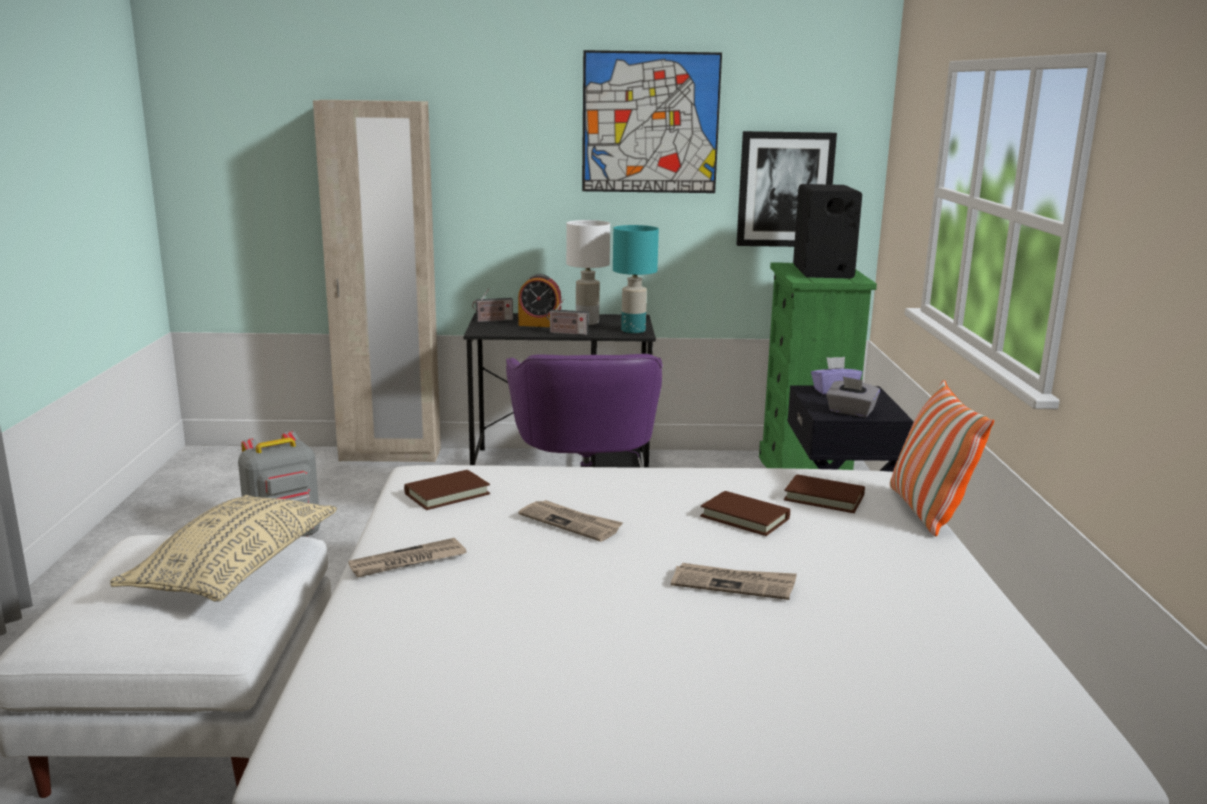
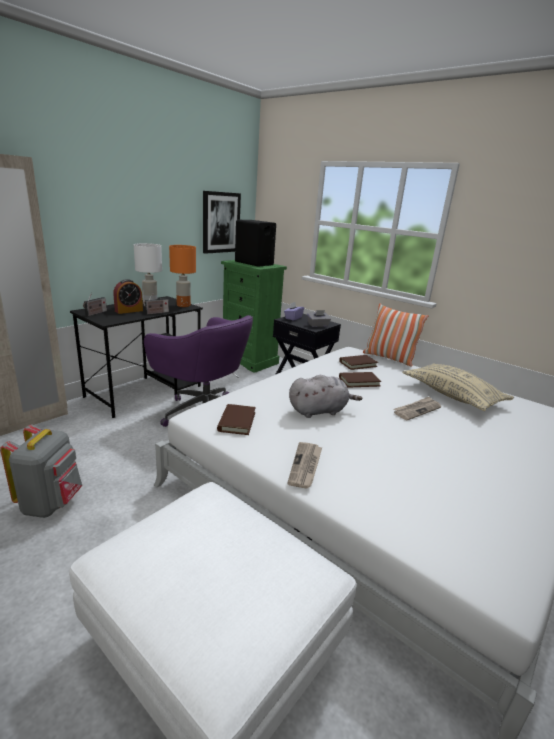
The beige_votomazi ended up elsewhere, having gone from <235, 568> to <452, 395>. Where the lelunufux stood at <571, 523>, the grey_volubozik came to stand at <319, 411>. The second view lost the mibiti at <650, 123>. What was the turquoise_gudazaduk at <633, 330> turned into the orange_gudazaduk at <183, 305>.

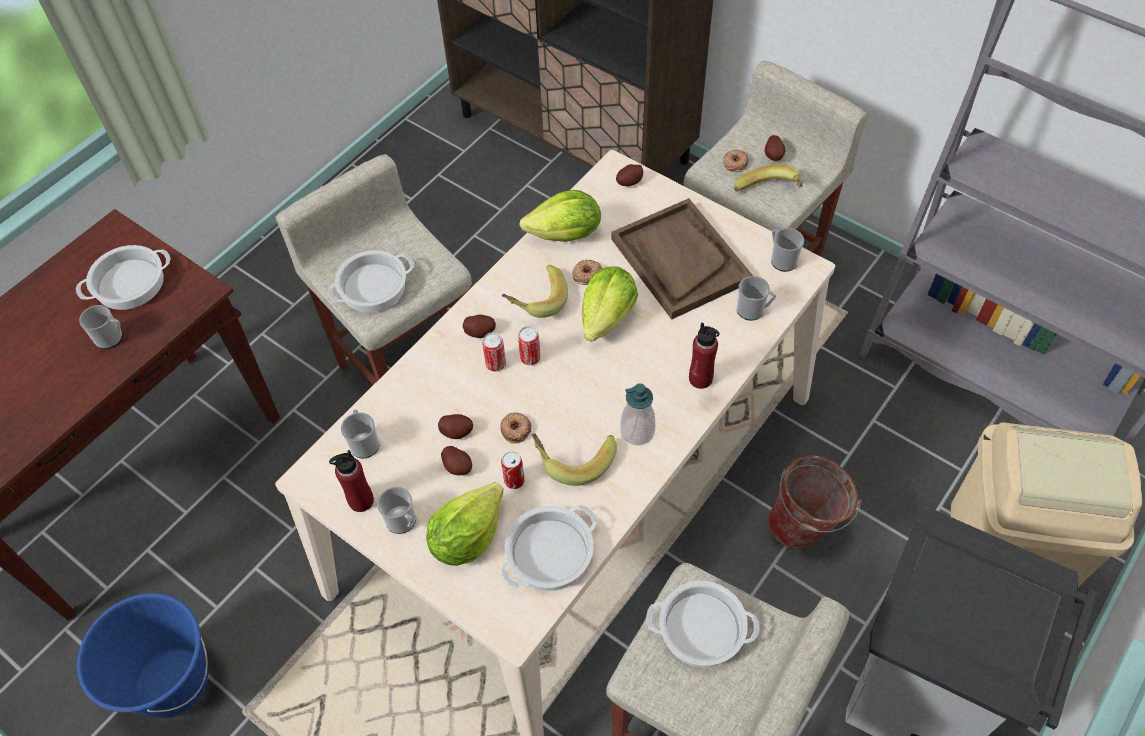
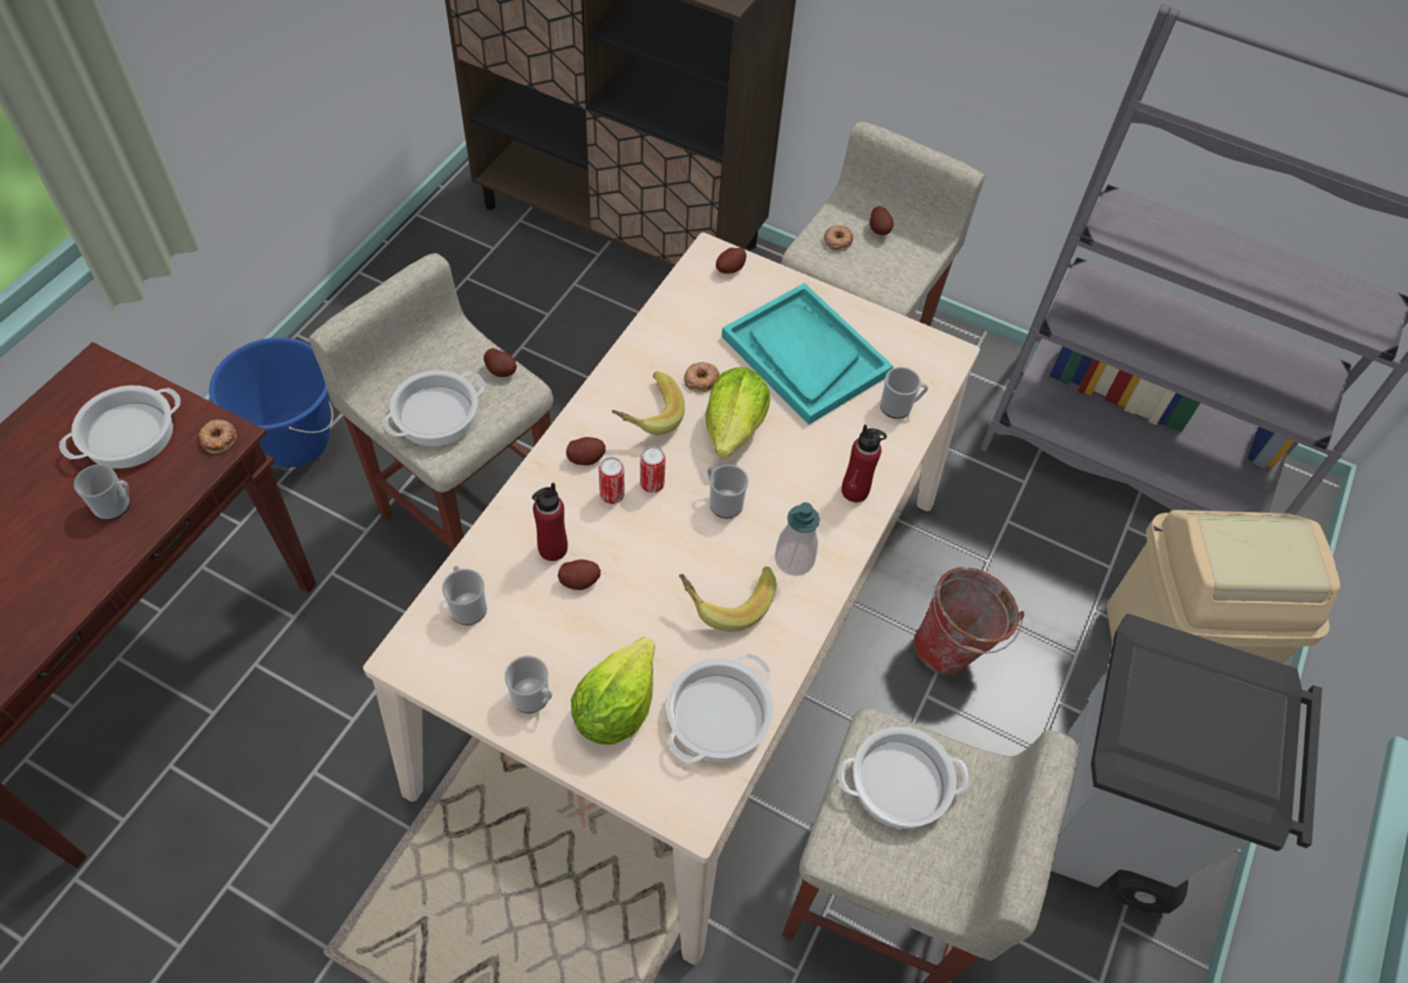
The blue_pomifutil ended up elsewhere, having gone from <172, 682> to <293, 440>. The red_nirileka ended up elsewhere, having gone from <361, 500> to <552, 548>. The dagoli ended up elsewhere, having gone from <458, 466> to <501, 370>. The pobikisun ended up elsewhere, having gone from <516, 429> to <219, 438>. The second view lost the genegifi at <514, 480>. The second view lost the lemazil at <566, 235>. What was the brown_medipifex at <679, 260> turned into the turquoise_medipifex at <804, 355>. The second view lost the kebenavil at <769, 194>. The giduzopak ended up elsewhere, having gone from <781, 259> to <723, 502>.

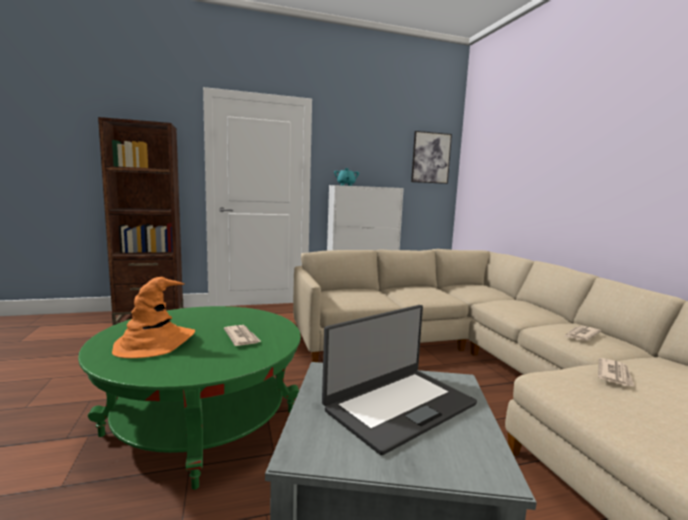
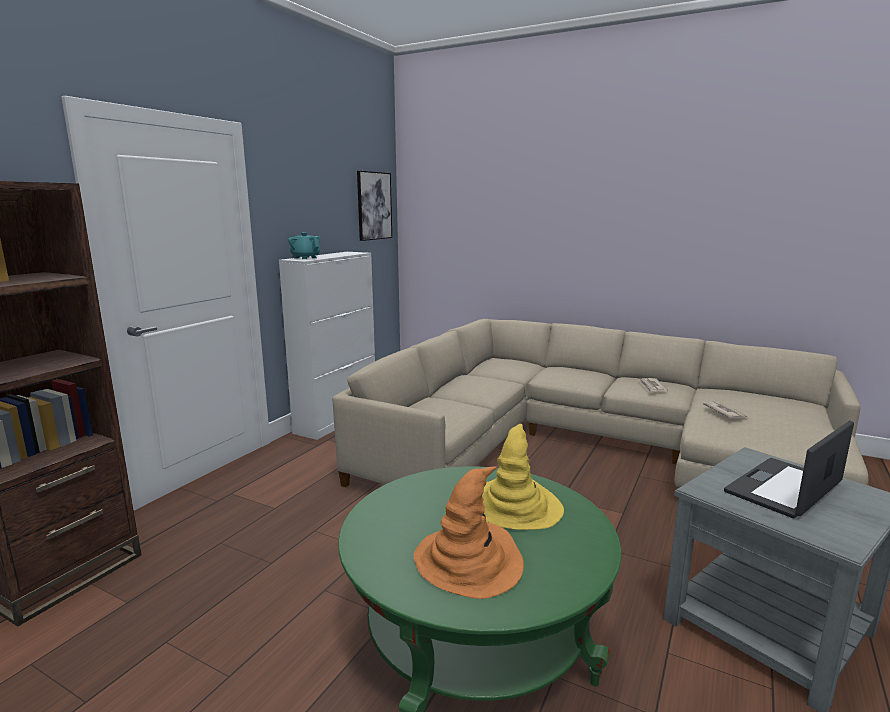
Where the lelunufux stood at <242, 337>, the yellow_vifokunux came to stand at <515, 506>. The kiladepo at <399, 406> ended up facing another way, 135 degrees counterclockwise from before.

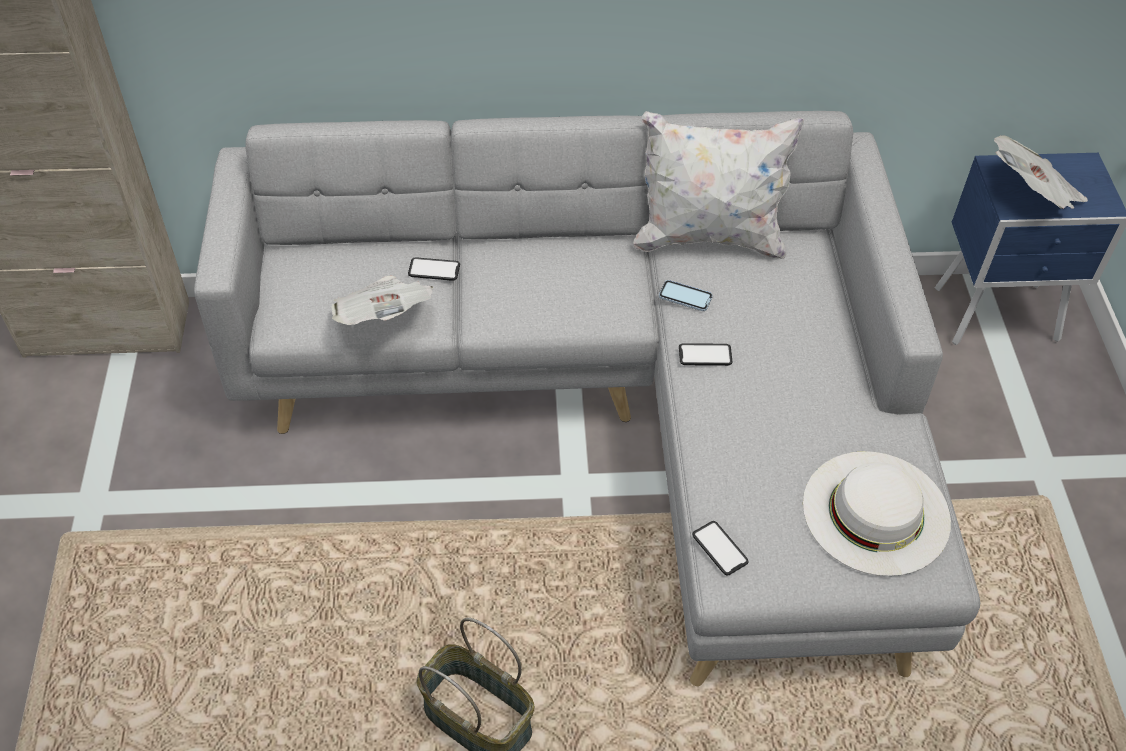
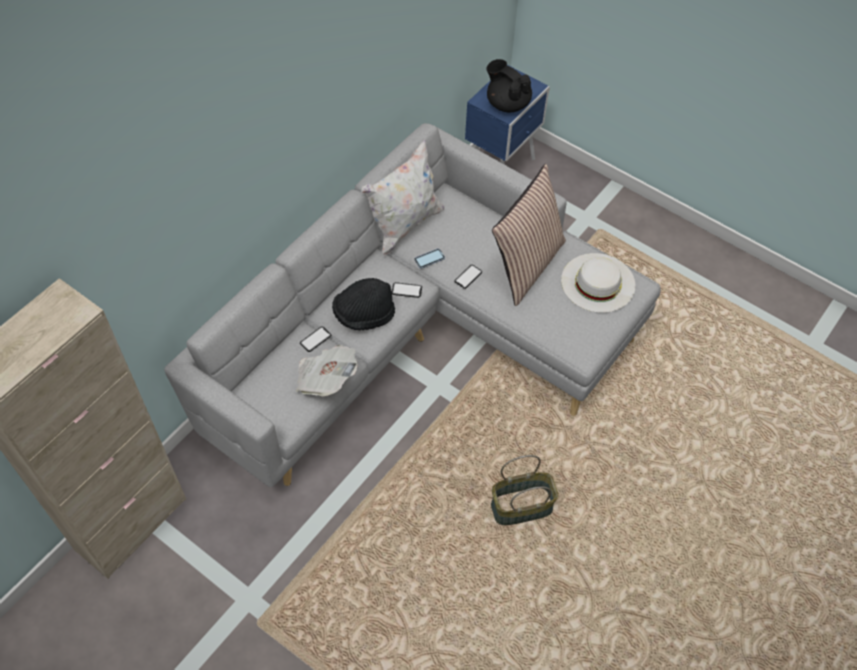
The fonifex ended up elsewhere, having gone from <720, 548> to <406, 290>. Where the lelunufux stood at <1032, 195>, the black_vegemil came to stand at <507, 103>. The second view gained the black_vifokunux at <364, 315>. The second view gained the votomazi at <526, 264>.

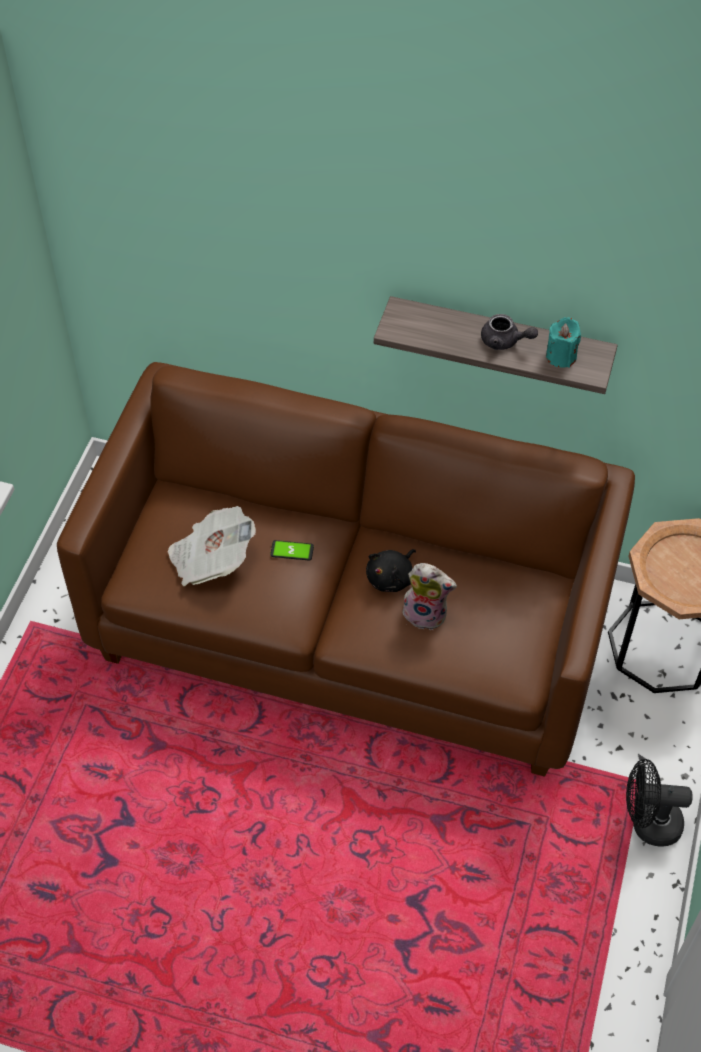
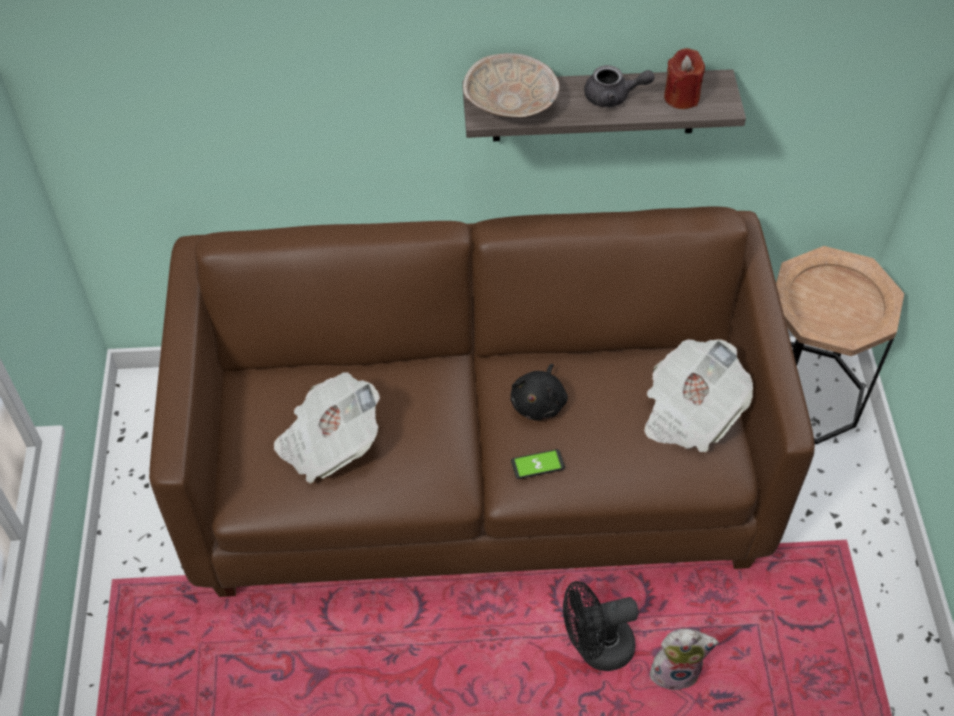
The fonifex ended up elsewhere, having gone from <292, 551> to <537, 464>. The volubozik ended up elsewhere, having gone from <426, 613> to <675, 671>. What was the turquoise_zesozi at <561, 356> turned into the red_zesozi at <681, 97>. The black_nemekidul ended up elsewhere, having gone from <648, 823> to <596, 648>. The second view gained the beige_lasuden at <511, 104>. The second view gained the lelunufux at <690, 412>.

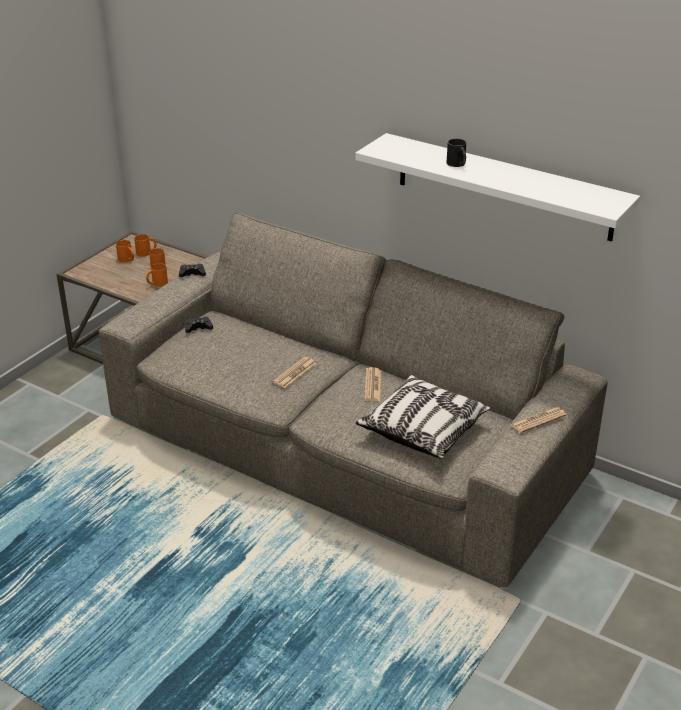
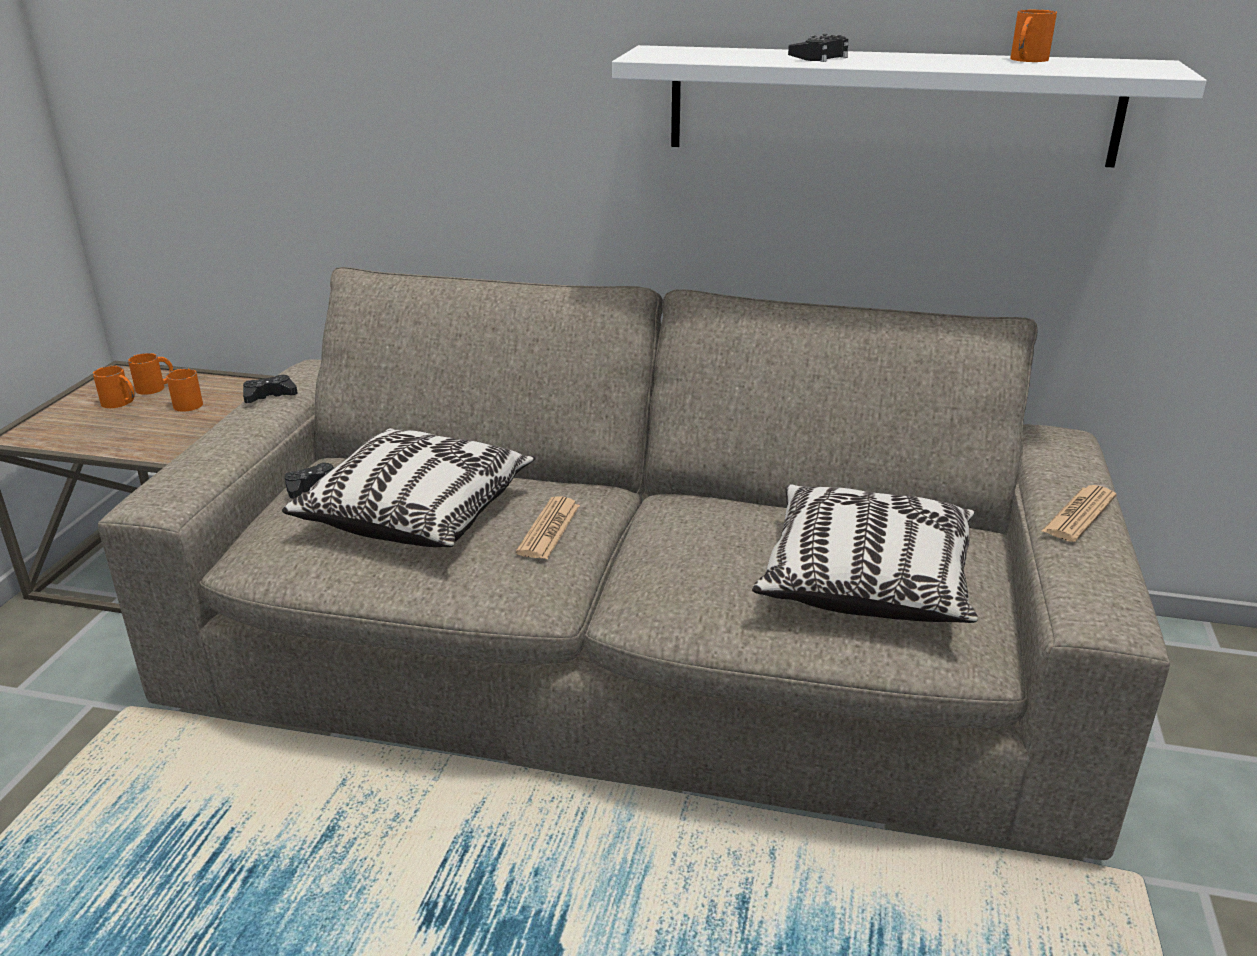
The orange_giduzopak ended up elsewhere, having gone from <157, 283> to <1026, 60>. The second view lost the lelunufux at <373, 385>. Where the black_giduzopak stood at <457, 164>, the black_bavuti came to stand at <819, 57>. The second view gained the votomazi at <418, 513>.

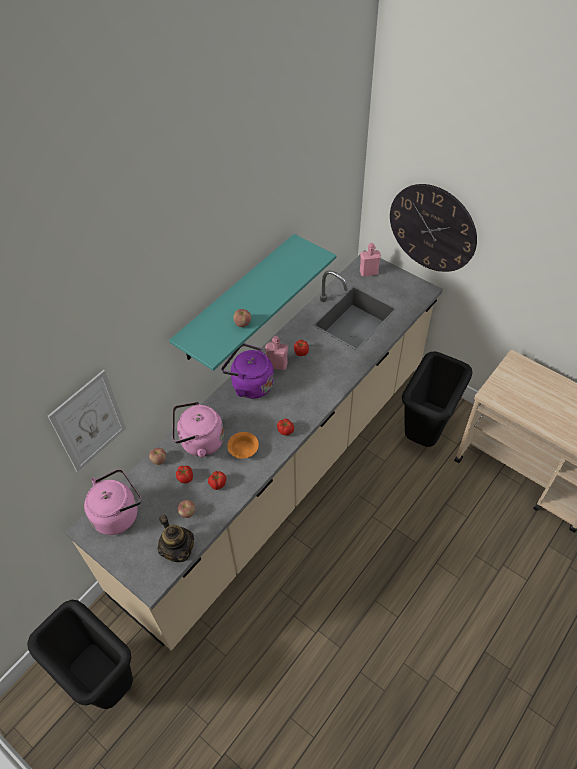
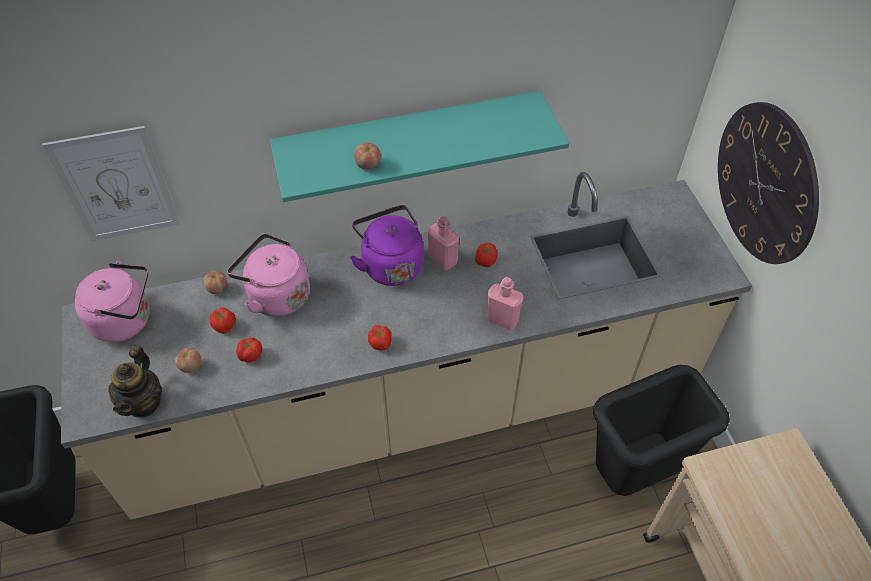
The second view lost the orange_lasuden at <243, 450>. The pink_nirileka ended up elsewhere, having gone from <368, 272> to <502, 319>.

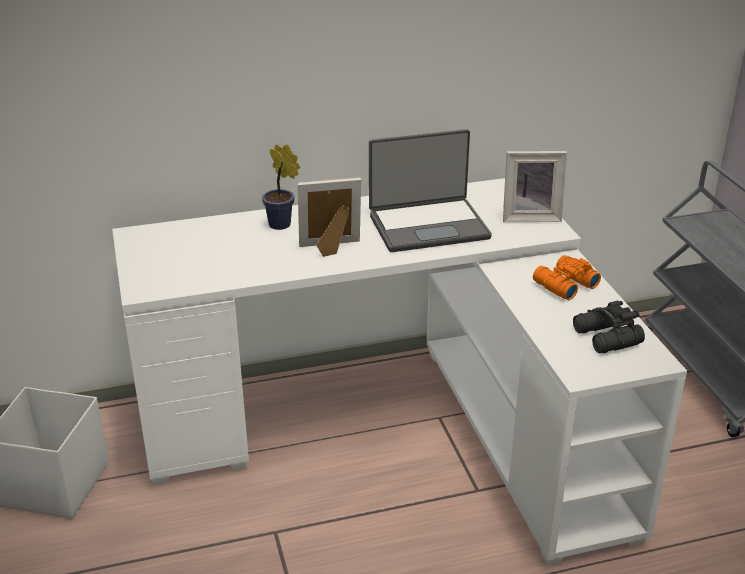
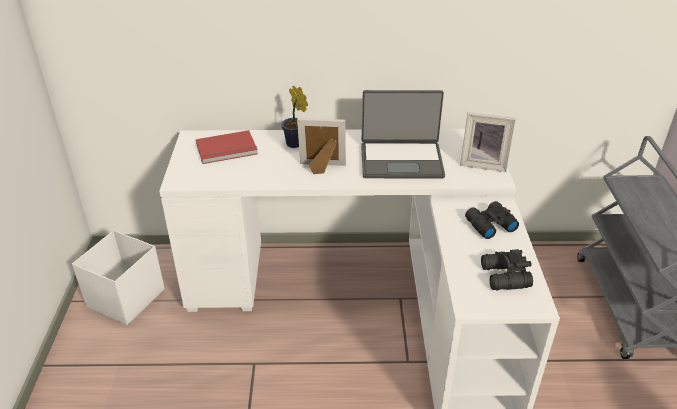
What was the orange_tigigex at <563, 285> turned into the black_tigigex at <489, 225>. The second view gained the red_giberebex at <227, 150>.

